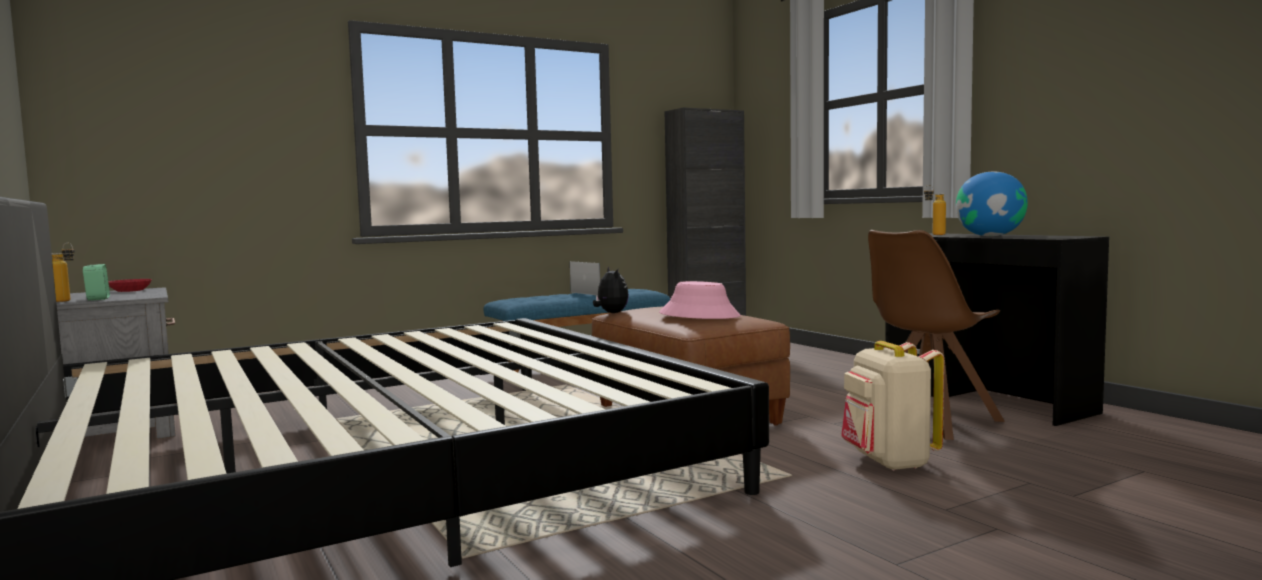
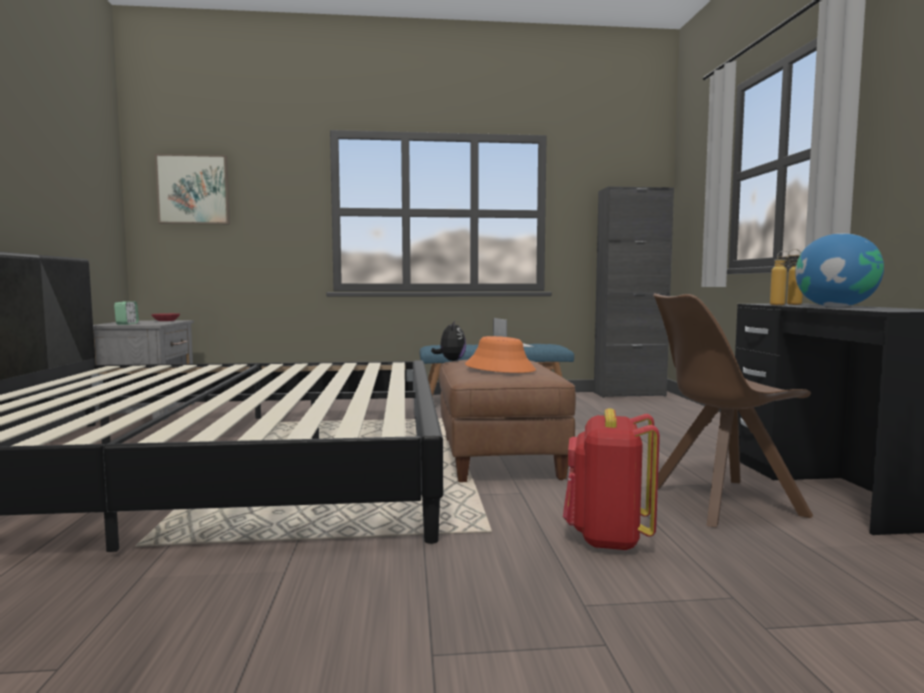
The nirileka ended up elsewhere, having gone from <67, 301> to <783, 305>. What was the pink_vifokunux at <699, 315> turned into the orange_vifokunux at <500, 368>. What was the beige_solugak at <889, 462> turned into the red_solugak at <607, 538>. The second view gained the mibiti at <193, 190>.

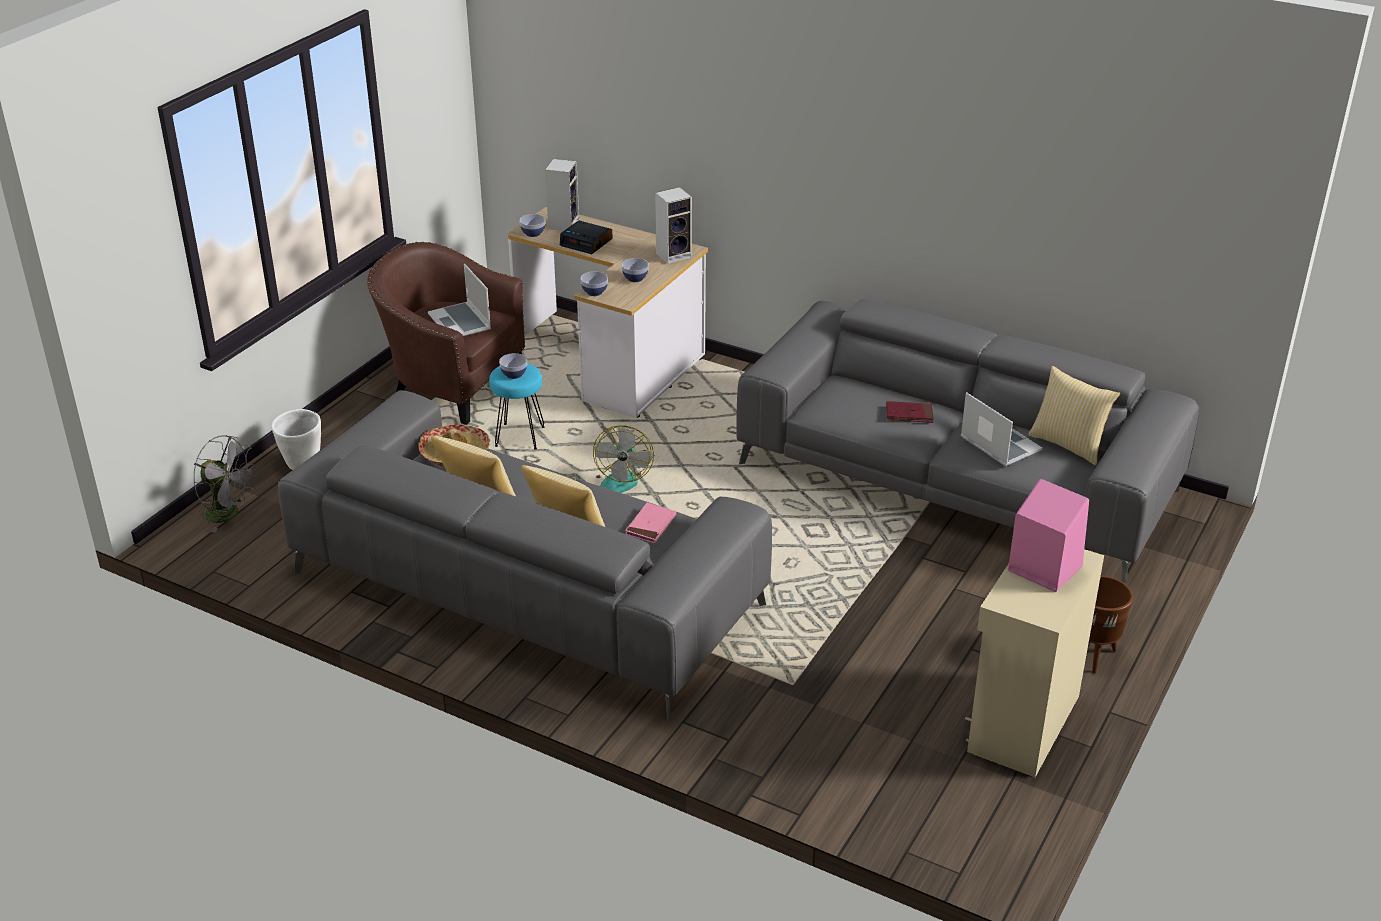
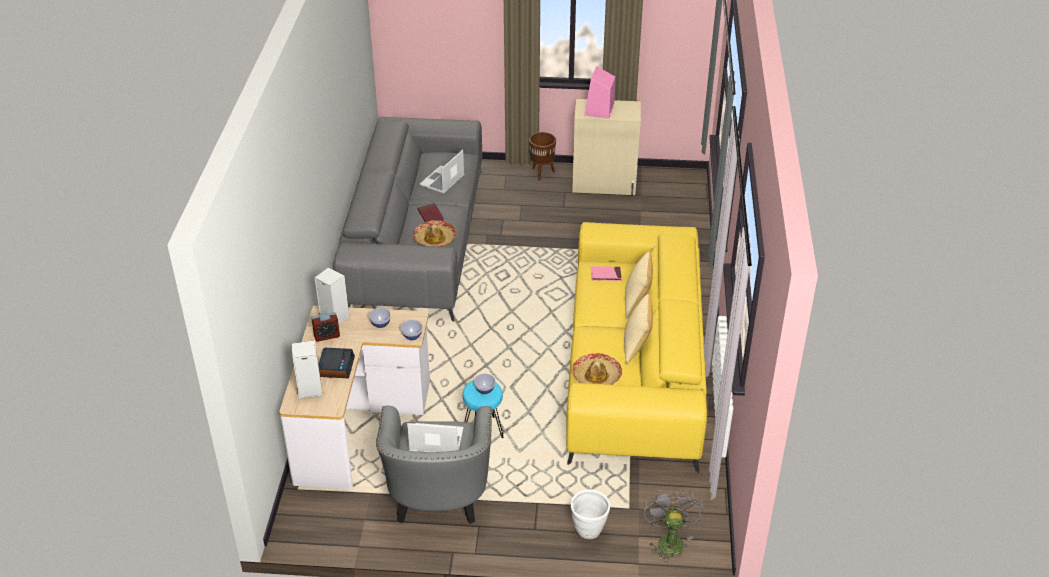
What was the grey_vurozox at <527, 589> turned into the yellow_vurozox at <634, 365>. What was the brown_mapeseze at <450, 385> turned into the grey_mapeseze at <437, 498>. The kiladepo at <461, 322> ended up facing another way, 120 degrees counterclockwise from before. The second view lost the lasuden at <533, 233>. The second view lost the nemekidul at <619, 479>. The second view lost the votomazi at <1069, 444>. The second view gained the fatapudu at <327, 336>. The second view gained the vifokunux at <435, 239>.

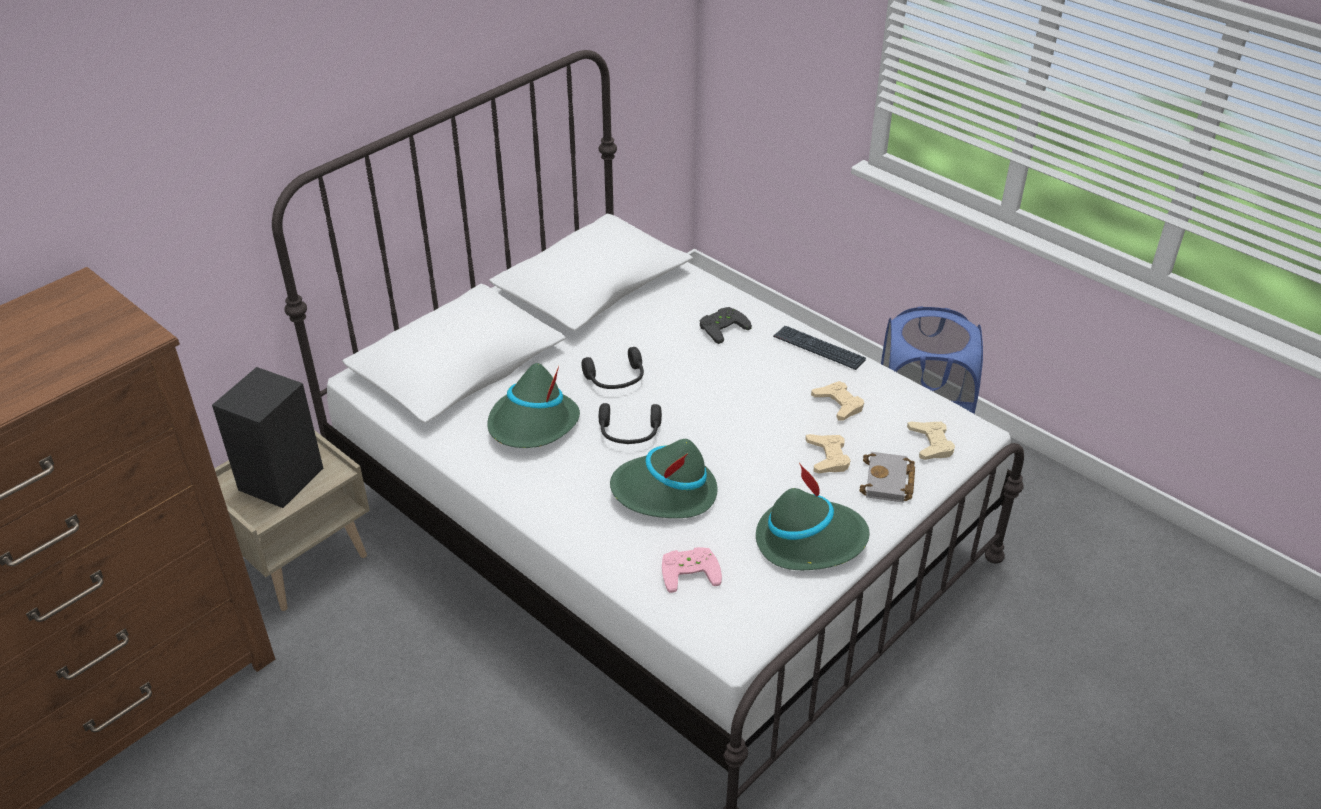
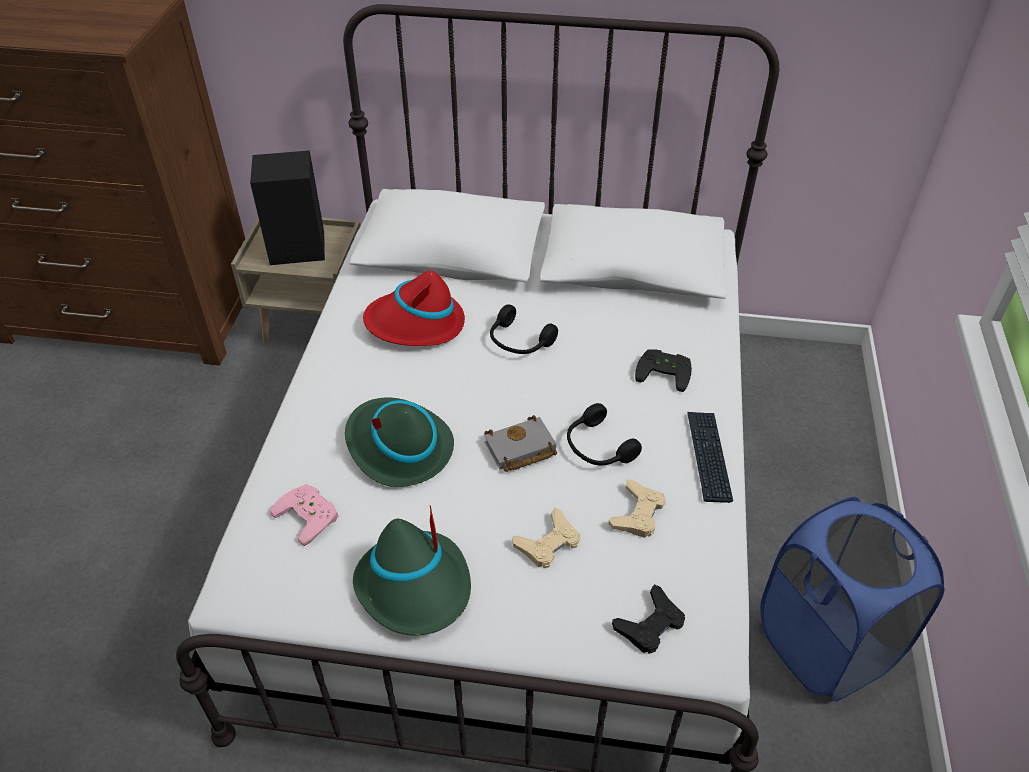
What was the green_vifokunux at <533, 424> turned into the red_vifokunux at <415, 324>. The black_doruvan ended up elsewhere, having gone from <629, 433> to <597, 447>. The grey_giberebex ended up elsewhere, having gone from <889, 482> to <519, 450>. What was the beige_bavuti at <930, 444> turned into the black_bavuti at <650, 624>.

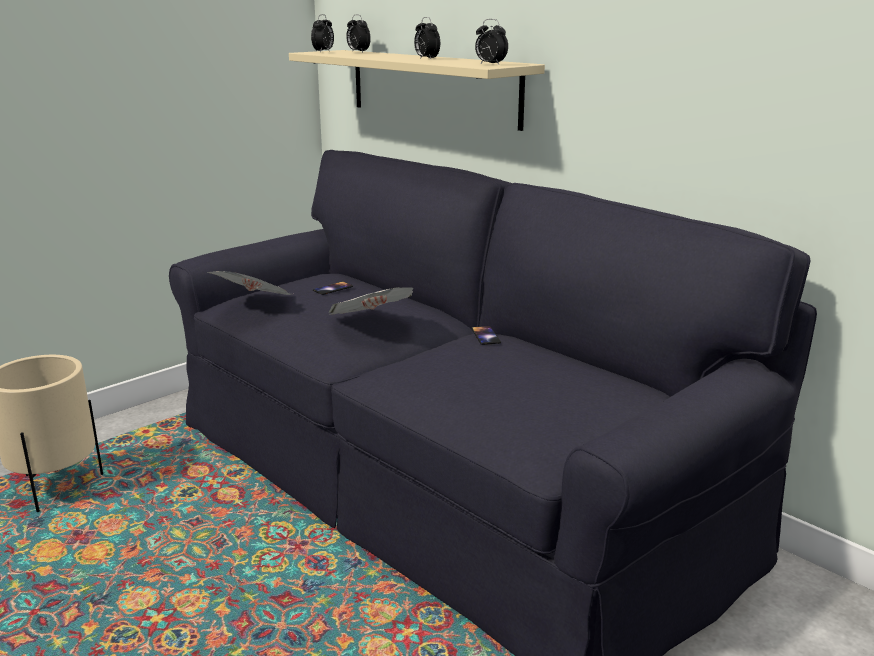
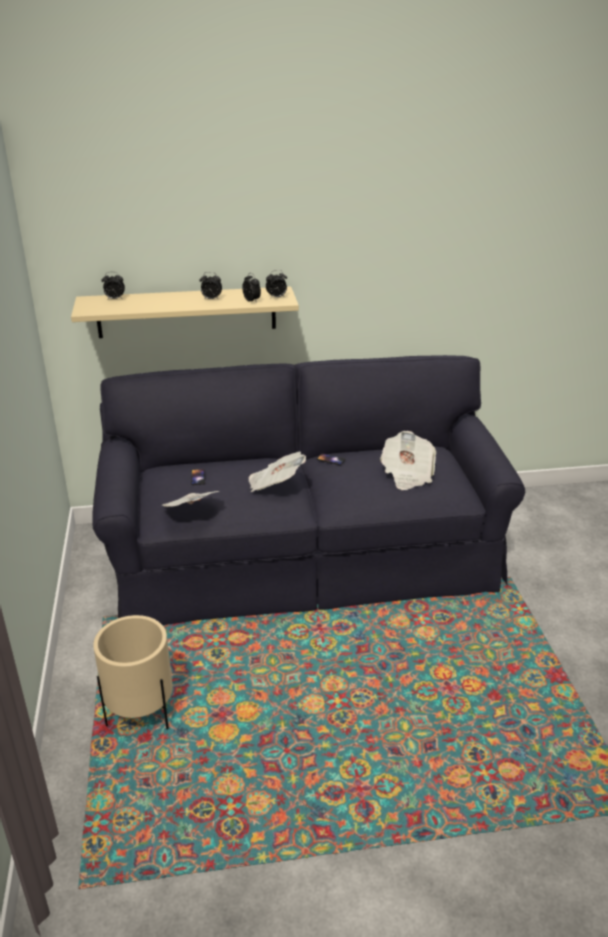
The fatapudu ended up elsewhere, having gone from <323, 52> to <252, 301>. The second view gained the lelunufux at <407, 474>.

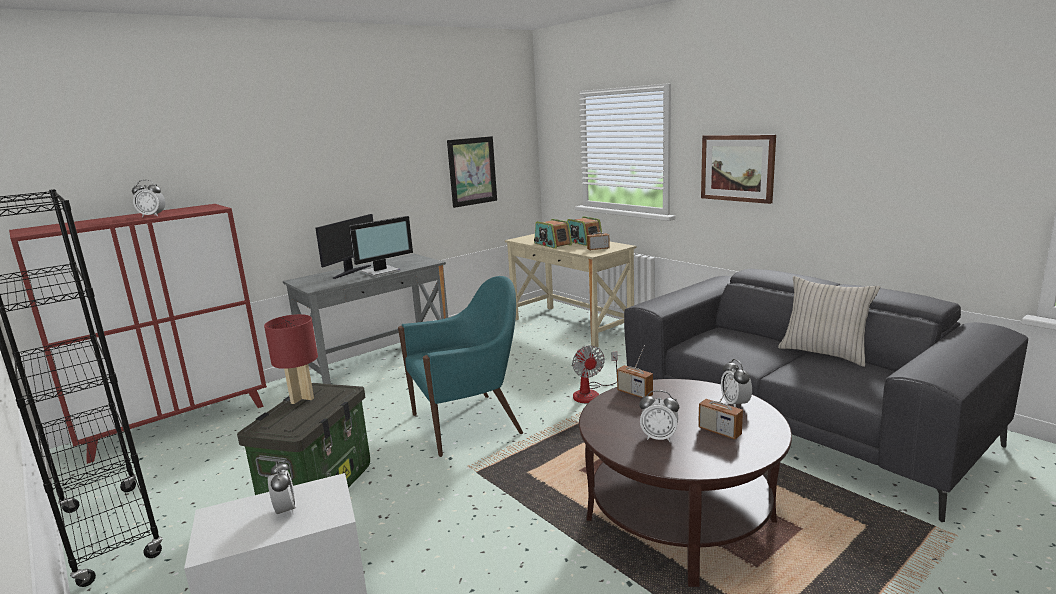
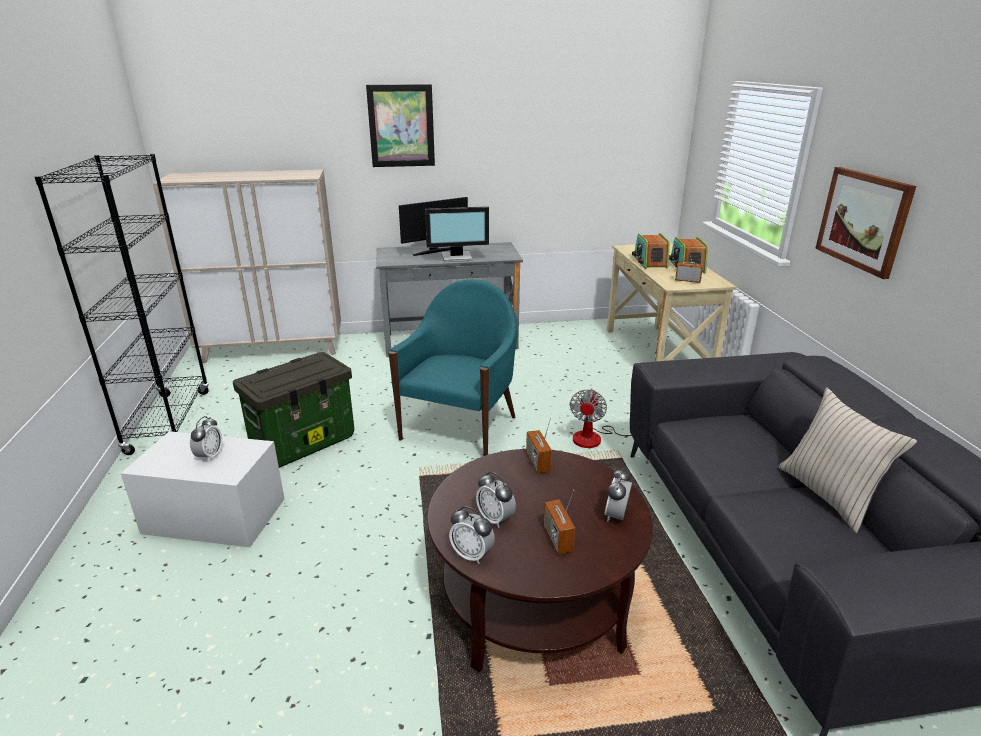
What was the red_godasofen at <177, 423> turned into the beige_godasofen at <273, 349>. The fatapudu ended up elsewhere, having gone from <152, 216> to <472, 555>. The second view lost the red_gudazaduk at <302, 397>. The turquoise_mapeseze at <468, 423> ended up facing another way, 75 degrees counterclockwise from before. The mibiti ended up elsewhere, having gone from <472, 171> to <401, 126>.

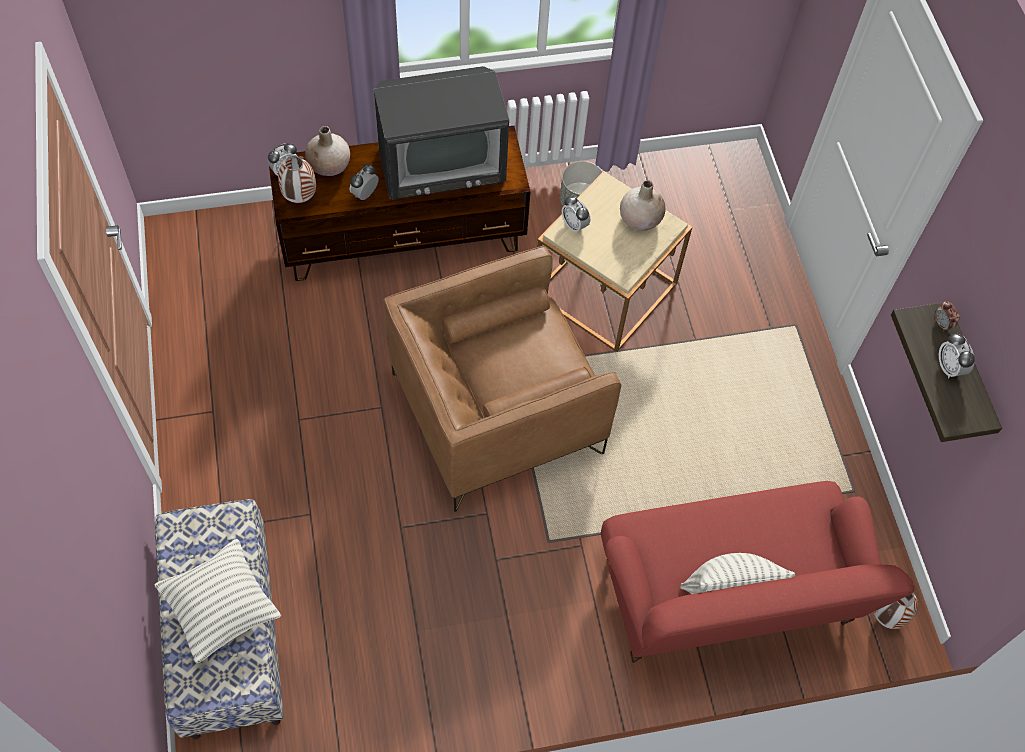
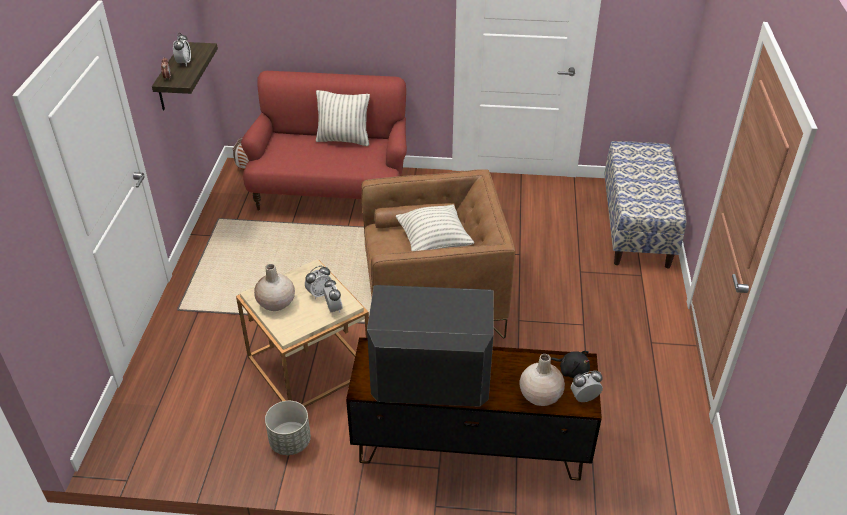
The votomazi ended up elsewhere, having gone from <222, 608> to <434, 243>. Where the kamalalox stood at <300, 198>, the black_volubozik came to stand at <572, 370>. The fatapudu ended up elsewhere, having gone from <365, 194> to <319, 293>.

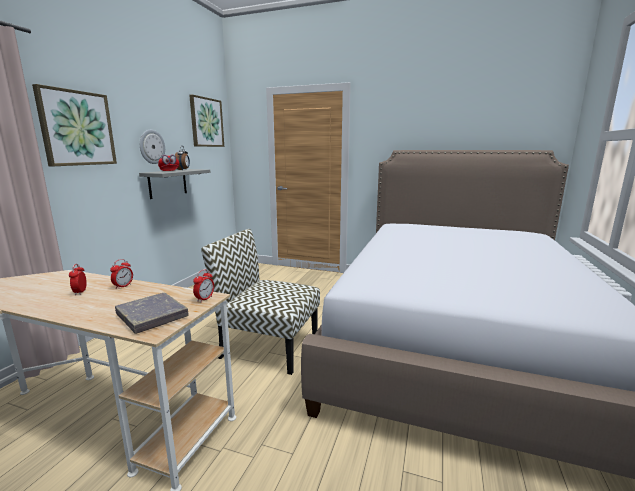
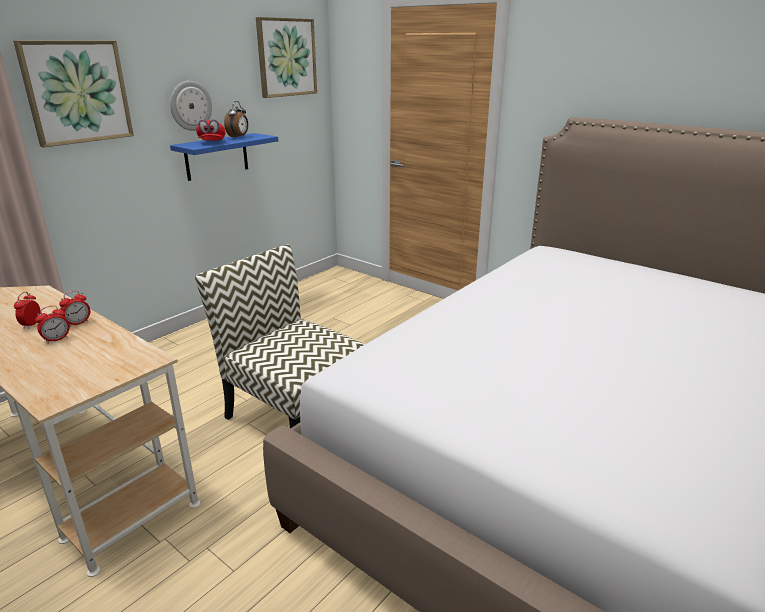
The second view lost the grey_giberebex at <152, 316>. What was the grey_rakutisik at <167, 183> turned into the blue_rakutisik at <216, 156>. The fatapudu ended up elsewhere, having gone from <204, 299> to <57, 339>.

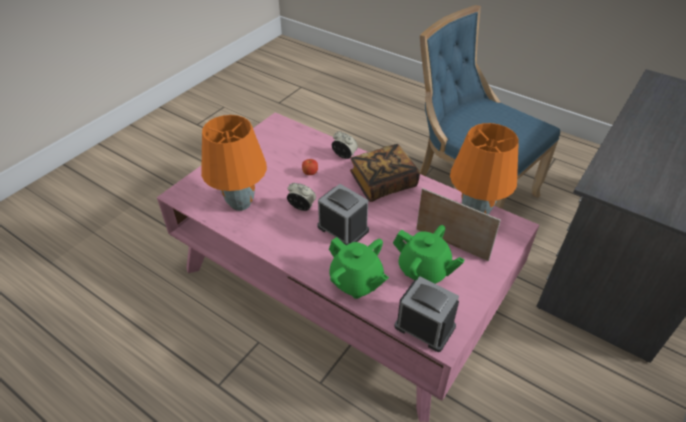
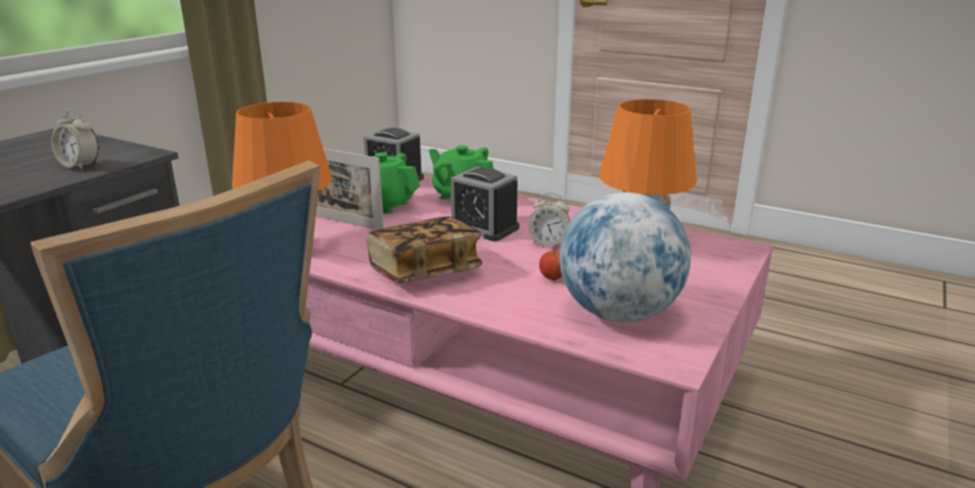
The fatapudu ended up elsewhere, having gone from <344, 155> to <80, 166>. The second view gained the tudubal at <619, 313>.

